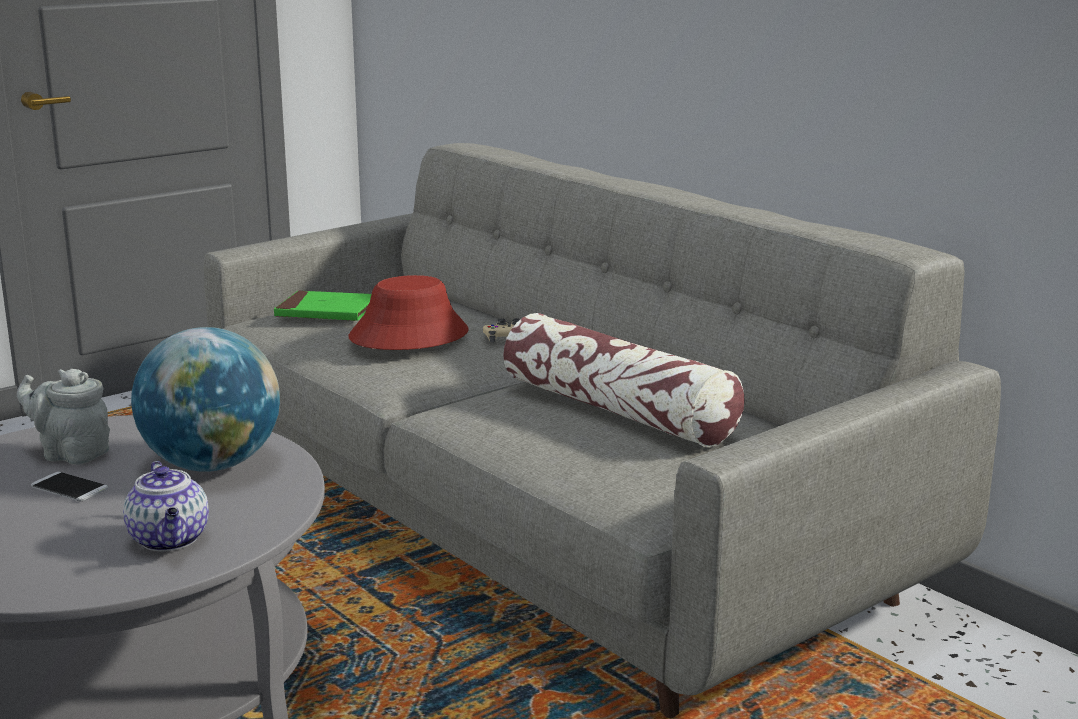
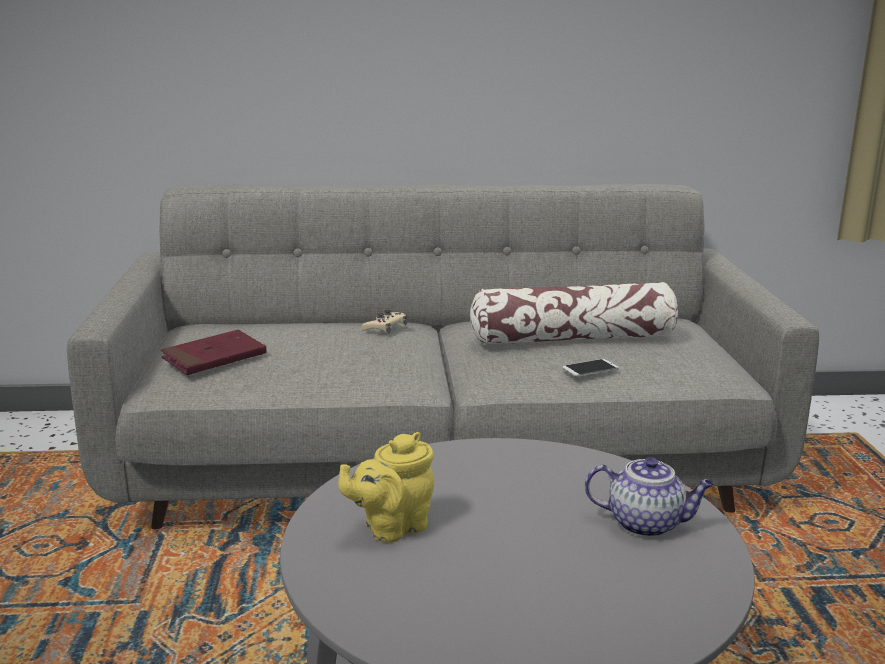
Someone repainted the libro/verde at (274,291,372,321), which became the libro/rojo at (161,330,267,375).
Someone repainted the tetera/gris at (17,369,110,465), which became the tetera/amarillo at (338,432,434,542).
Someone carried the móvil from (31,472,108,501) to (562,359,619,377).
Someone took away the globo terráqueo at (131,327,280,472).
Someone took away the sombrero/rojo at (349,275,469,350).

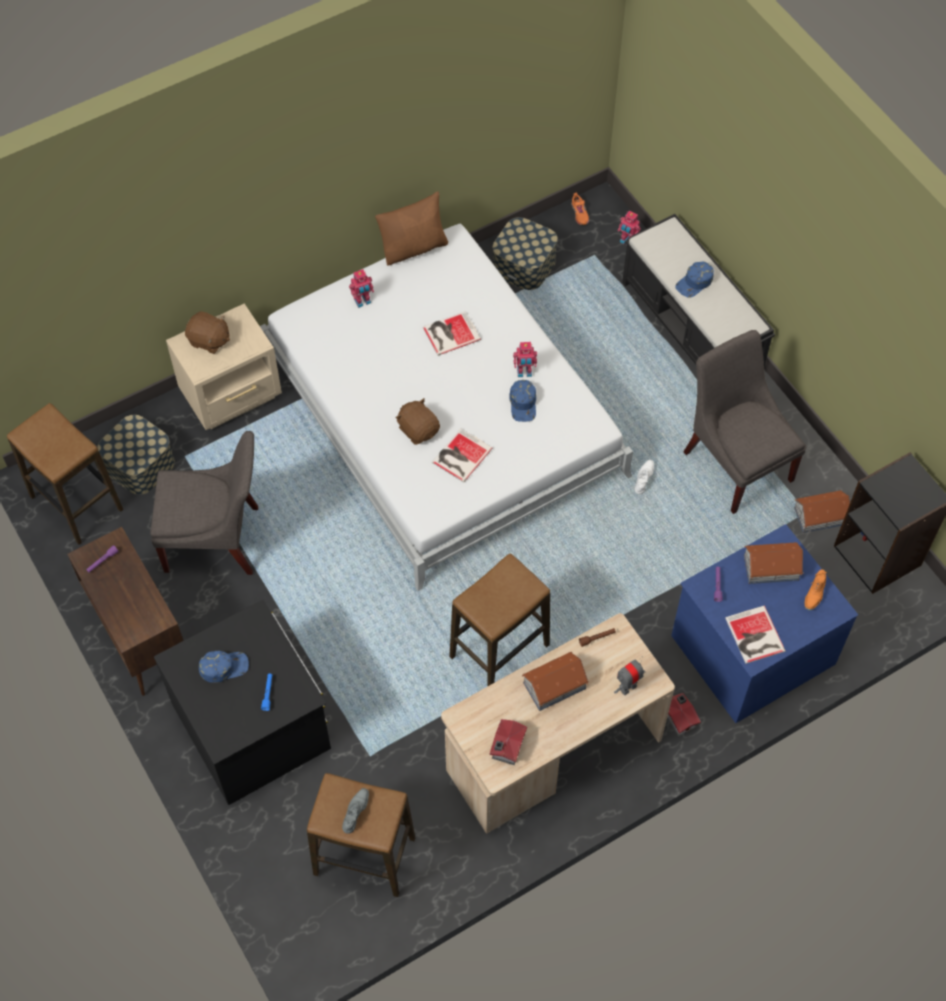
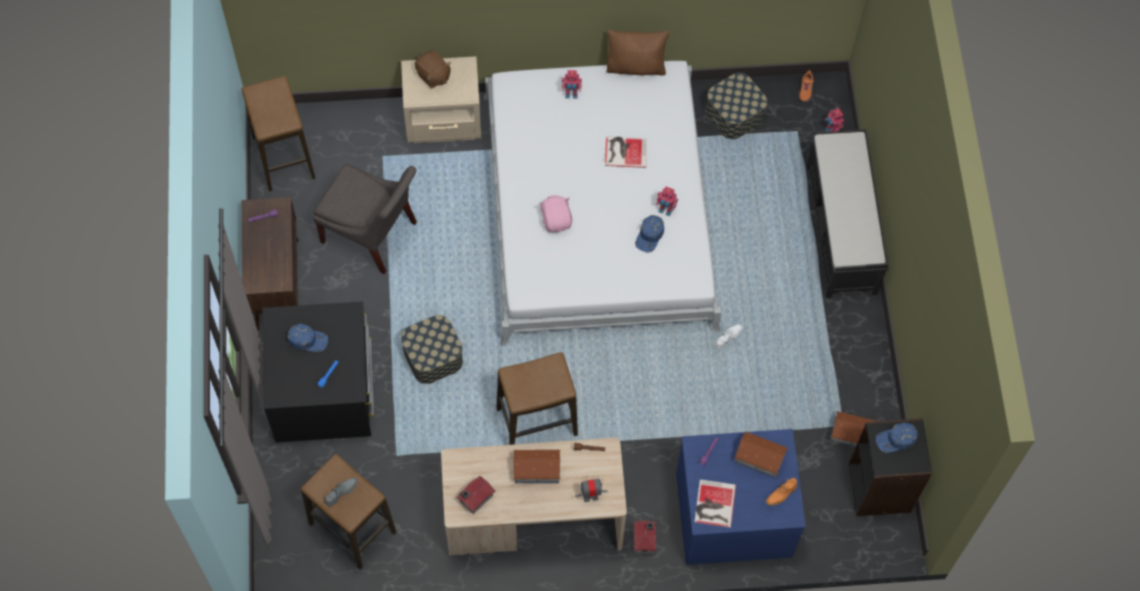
Someone carried the caja de almacenaje from (97,415,175,495) to (401,315,463,384).
Someone repainted the peluche/marrón at (396,398,440,445), which became the peluche/rosa at (539,195,572,232).
Someone carried the gorra/azul from (675,261,714,298) to (876,422,918,453).
Someone took away the libro at (432,428,493,482).
Someone took away the silla/gris at (683,330,806,514).

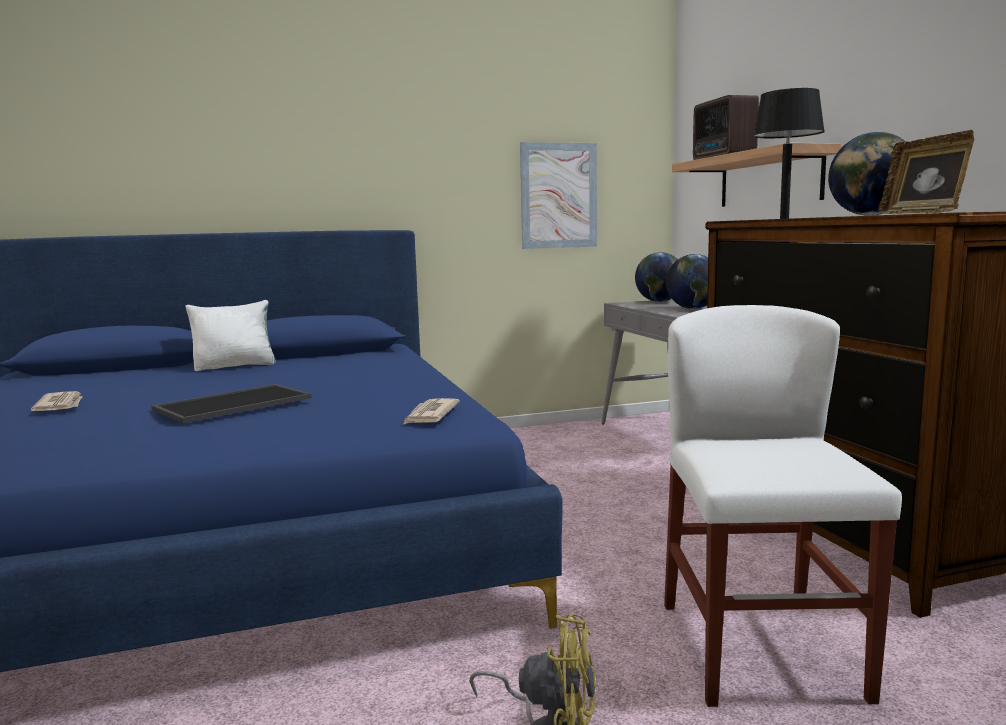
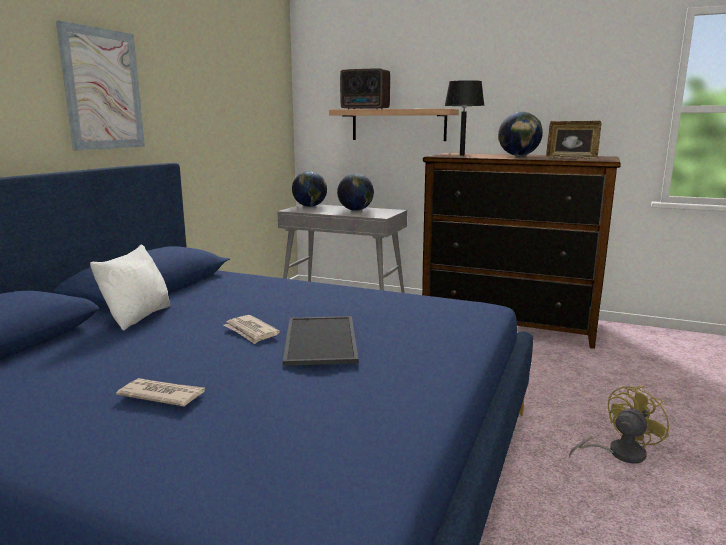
Someone carried the cuadro from (520,142,597,249) to (56,21,145,151).
Someone carried the periódico from (403,398,460,424) to (224,315,280,344).
Someone took away the silla/blanco at (664,305,902,707).

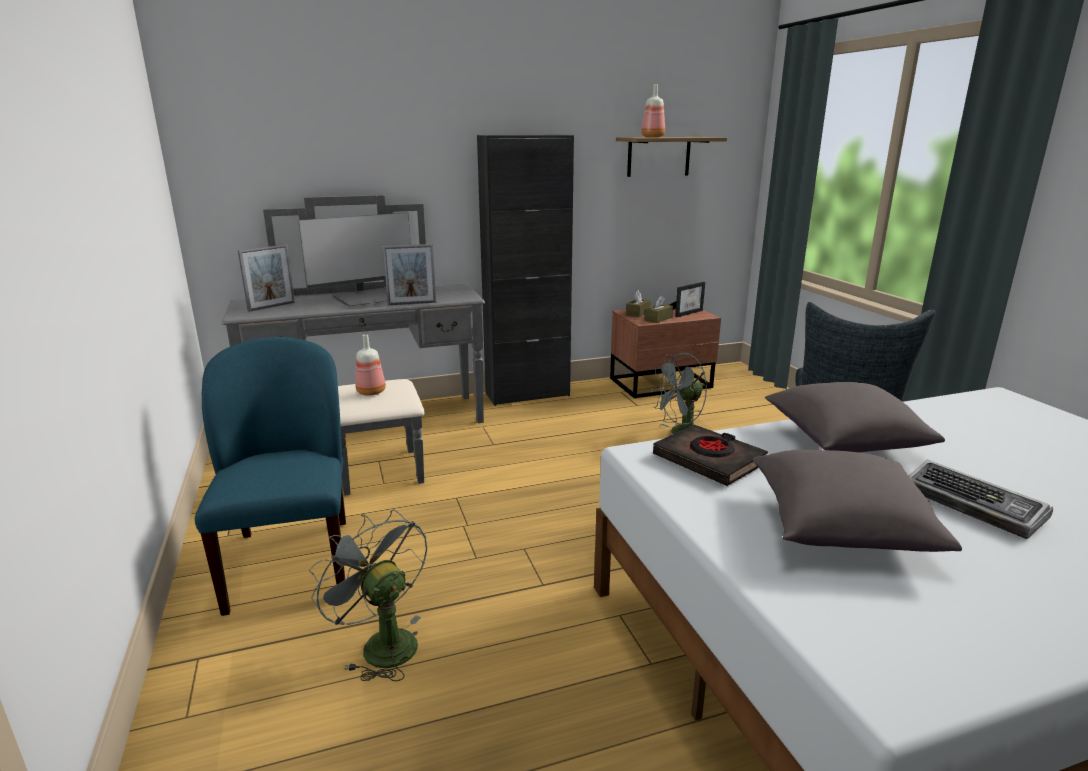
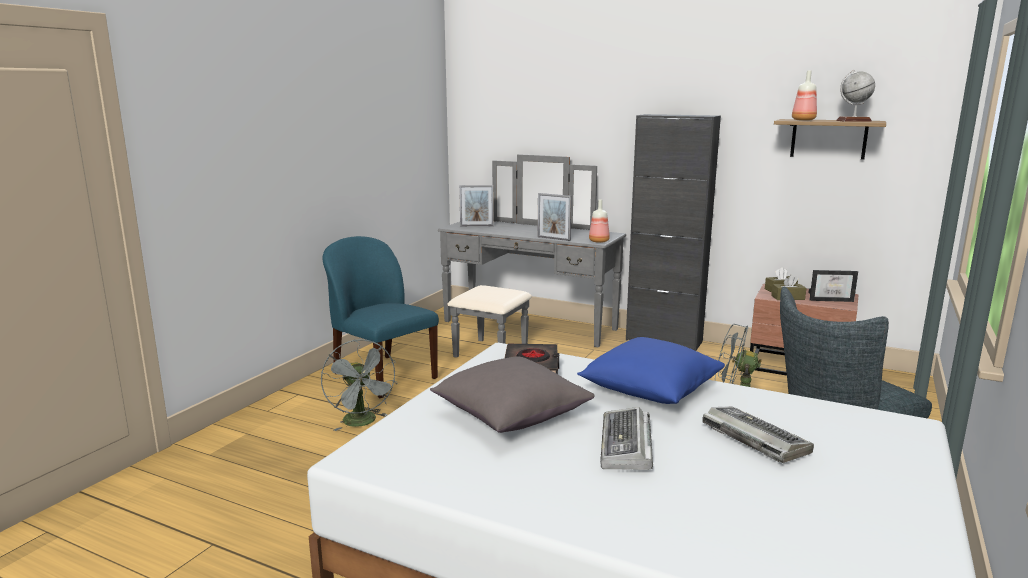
Someone rotated the ventilador/gris at (309,509,427,682) by 150 degrees clockwise.
Someone rotated the silla/azul at (195,337,346,616) by 75 degrees counterclockwise.
Someone repainted the cojín/gris at (765,382,945,452), which became the cojín/azul at (577,337,725,404).
Someone carried the botella from (355,334,386,396) to (589,200,610,243).
Someone put down the teclado at (702,406,814,463).
Someone put down the globo terráqueo at (836,70,875,122).
Someone took away the monitor at (298,212,411,306).

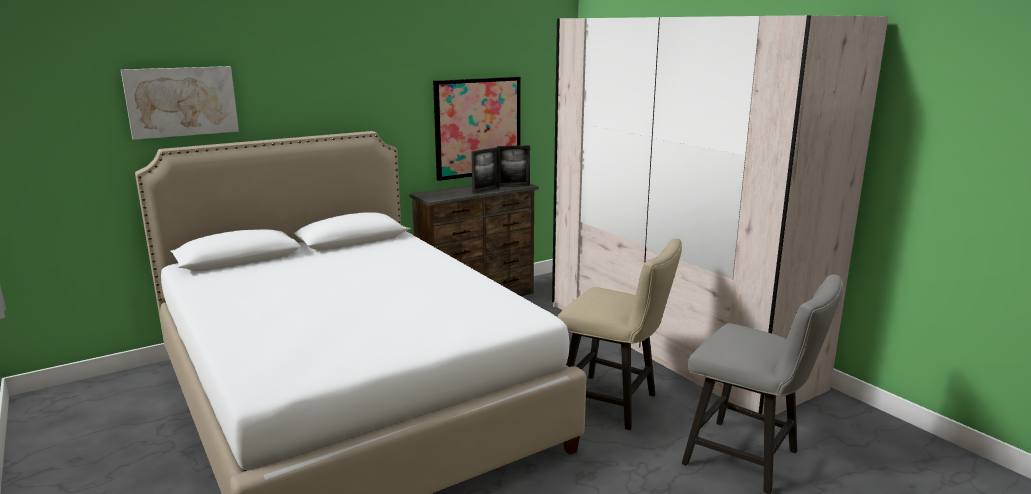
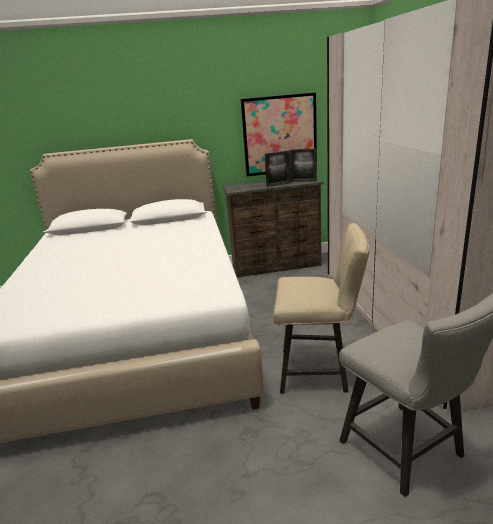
Someone rotated the silla/beis at (557,238,682,430) by 45 degrees counterclockwise.
Someone took away the cuadro at (121,66,239,140).

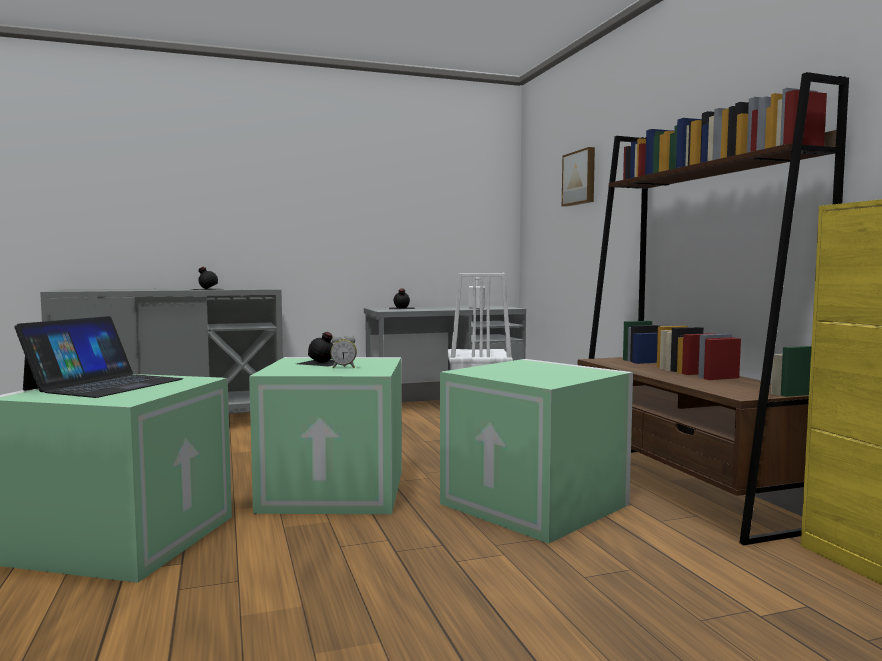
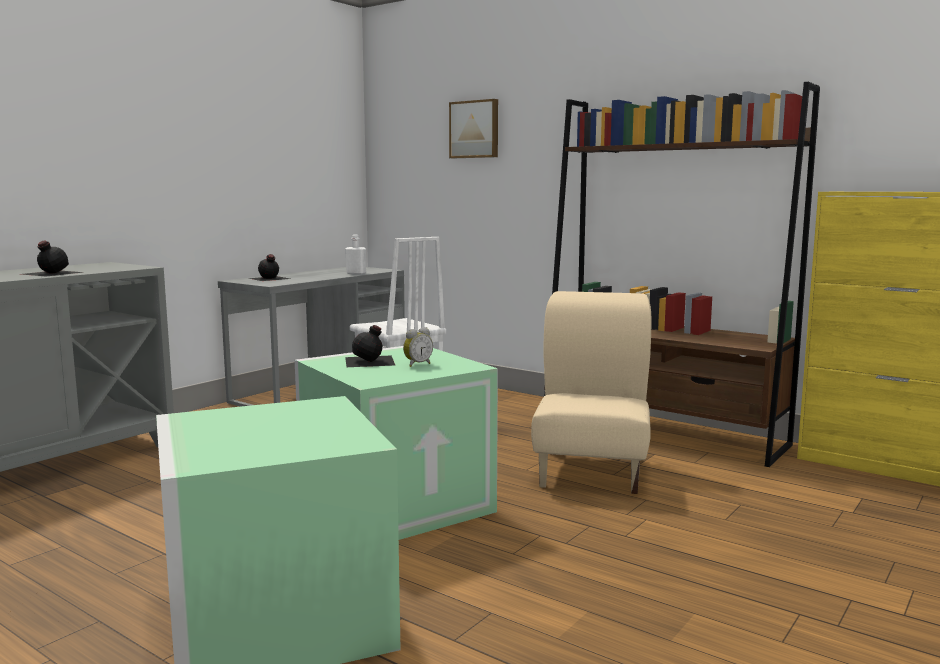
Someone swapped the caja de almacenaje/verde at (440,359,633,544) for the silla/beis at (531,291,652,494).
Someone took away the portátil at (14,316,183,398).

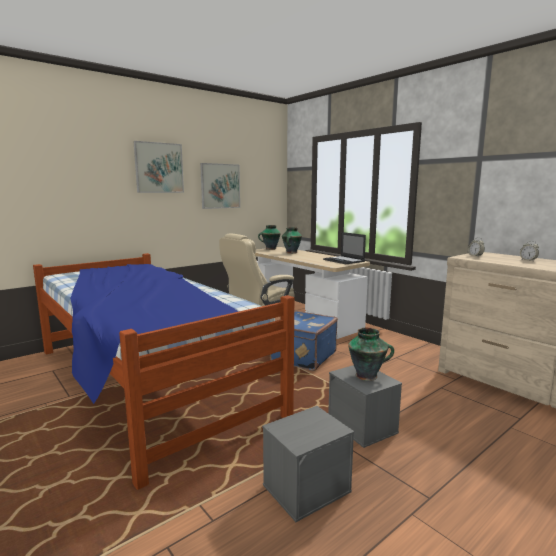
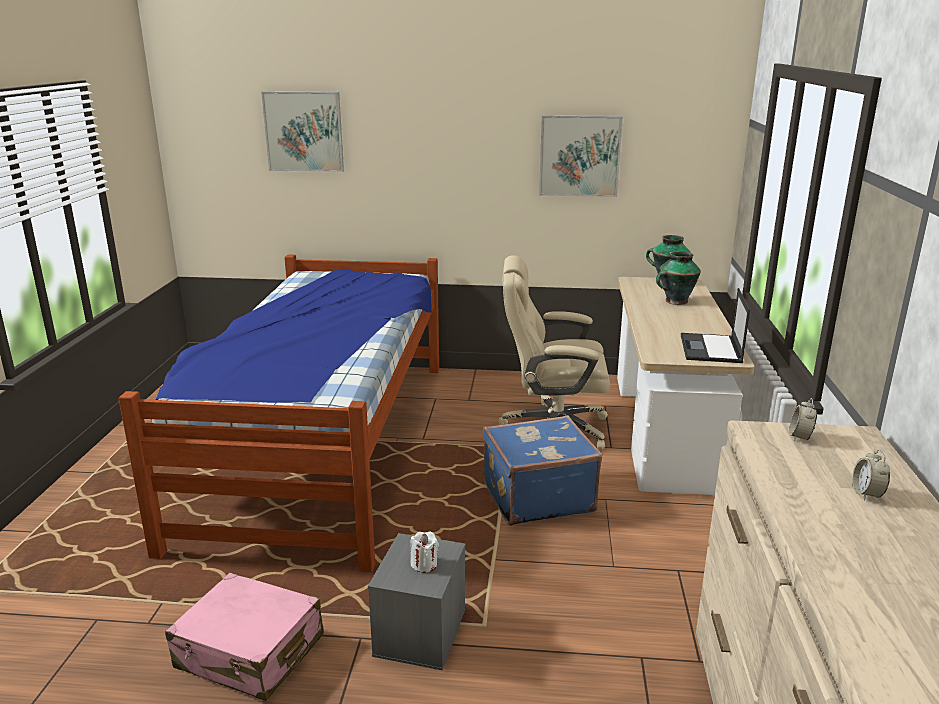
Someone swapped the caja de almacenaje/gris at (262,406,354,522) for the maleta/rosa at (165,573,324,701).
Someone carried the cuadro from (133,141,184,193) to (261,91,344,172).
Someone swapped the florero at (348,328,394,381) for the vela/blanco at (410,531,439,573).

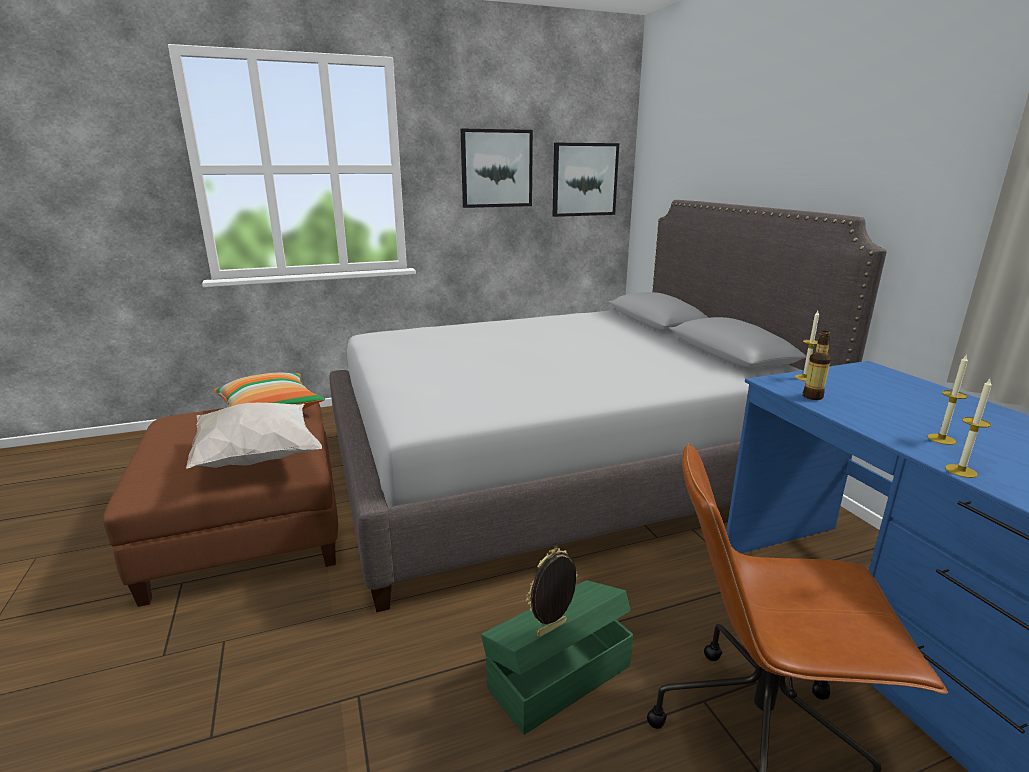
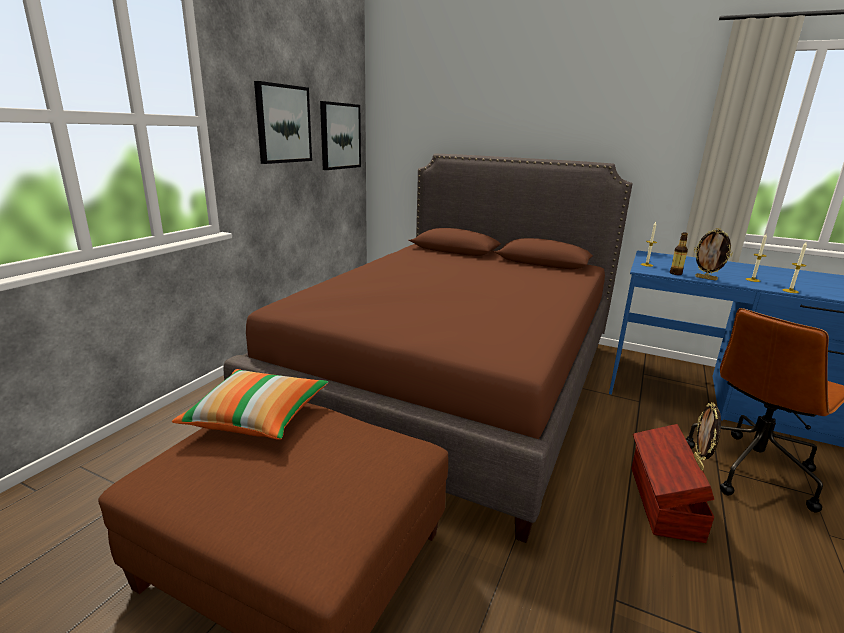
Someone repainted the cama/gris at (330,200,887,612), which became the cama/marrón at (224,154,632,543).
Someone repainted the caja de almacenaje/verde at (481,580,633,735), which became the caja de almacenaje/marrón at (631,424,714,543).
Someone put down the portarretratos at (694,228,733,281).
Someone took away the cojín/blanco at (186,403,322,469).

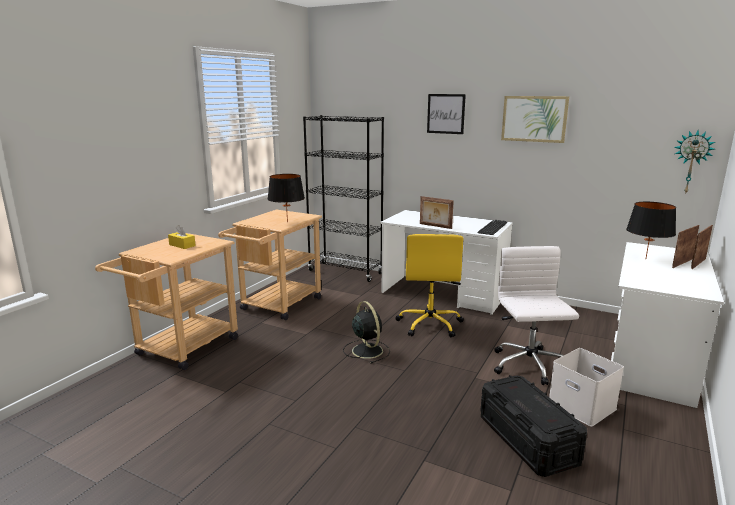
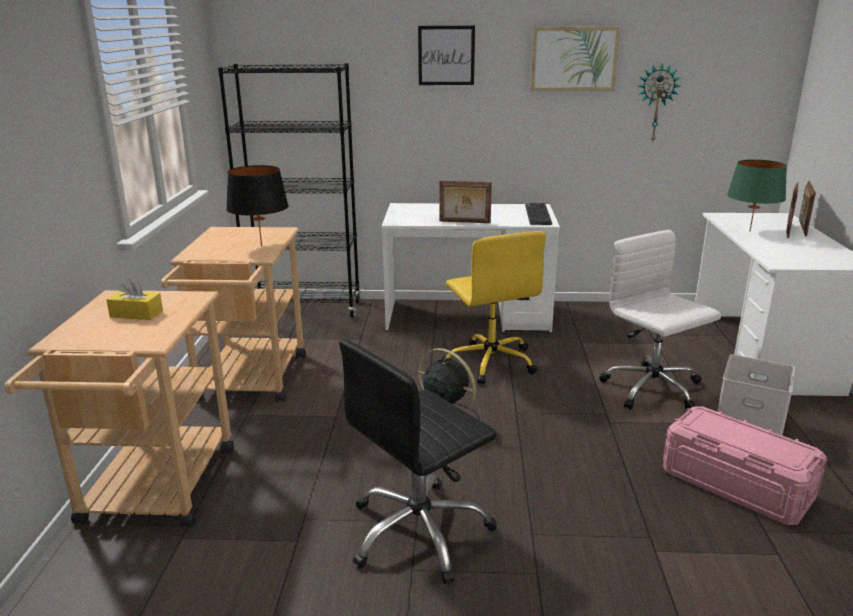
Someone put down the silla de oficina/negro at (339,339,497,584).
Someone carried the reloj de pared from (674,131,715,192) to (638,64,681,141).
Someone repainted the caja de almacenaje/negro at (480,375,587,477), which became the caja de almacenaje/rosa at (663,406,827,525).
Someone repainted the lámpara de mesa/negro at (626,202,676,258), which became the lámpara de mesa/verde at (727,159,787,231).

